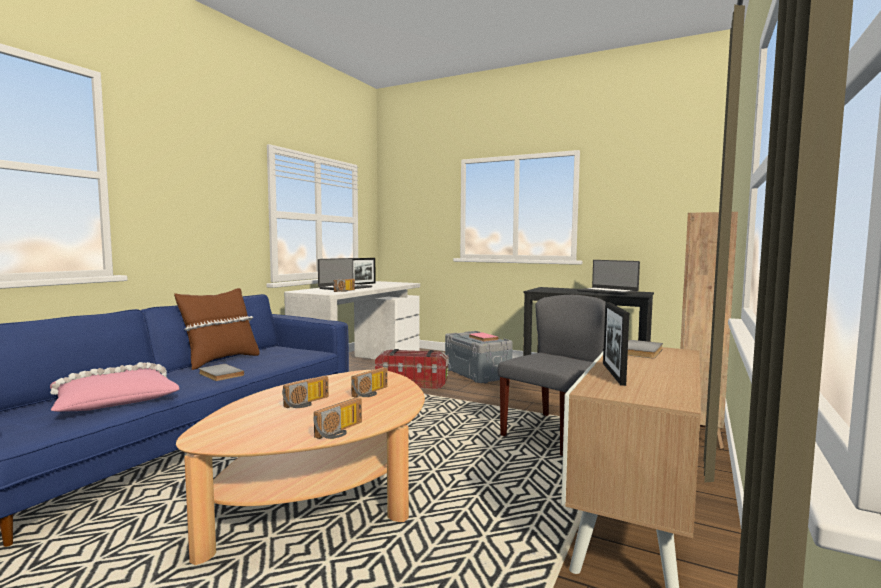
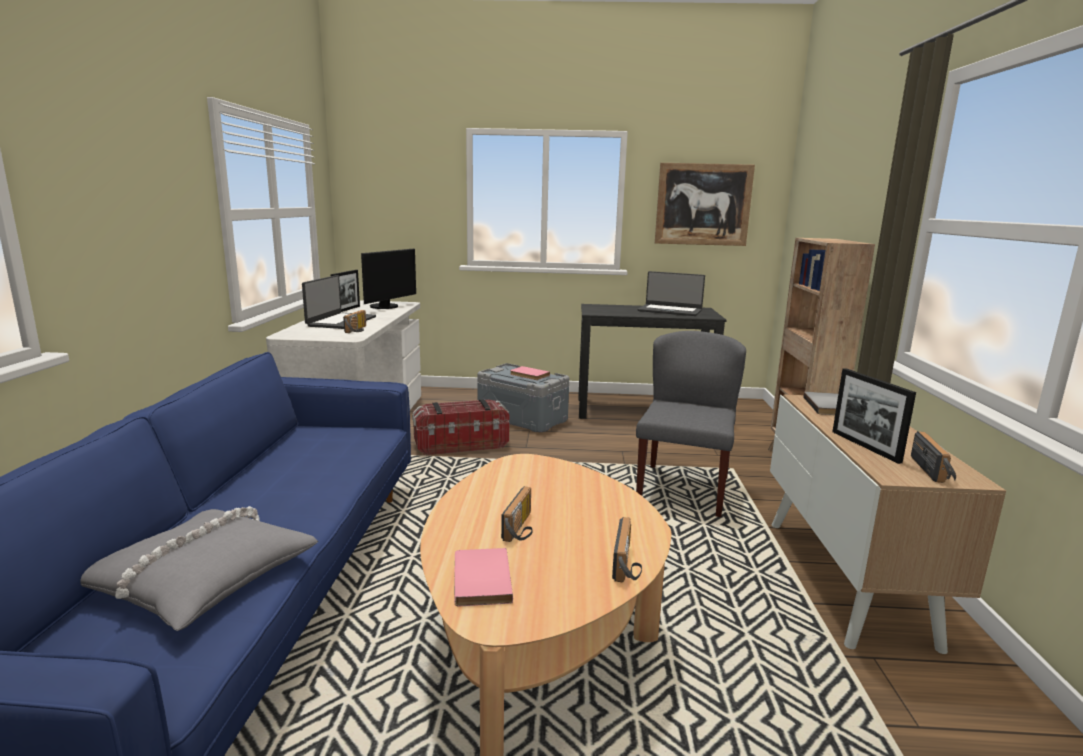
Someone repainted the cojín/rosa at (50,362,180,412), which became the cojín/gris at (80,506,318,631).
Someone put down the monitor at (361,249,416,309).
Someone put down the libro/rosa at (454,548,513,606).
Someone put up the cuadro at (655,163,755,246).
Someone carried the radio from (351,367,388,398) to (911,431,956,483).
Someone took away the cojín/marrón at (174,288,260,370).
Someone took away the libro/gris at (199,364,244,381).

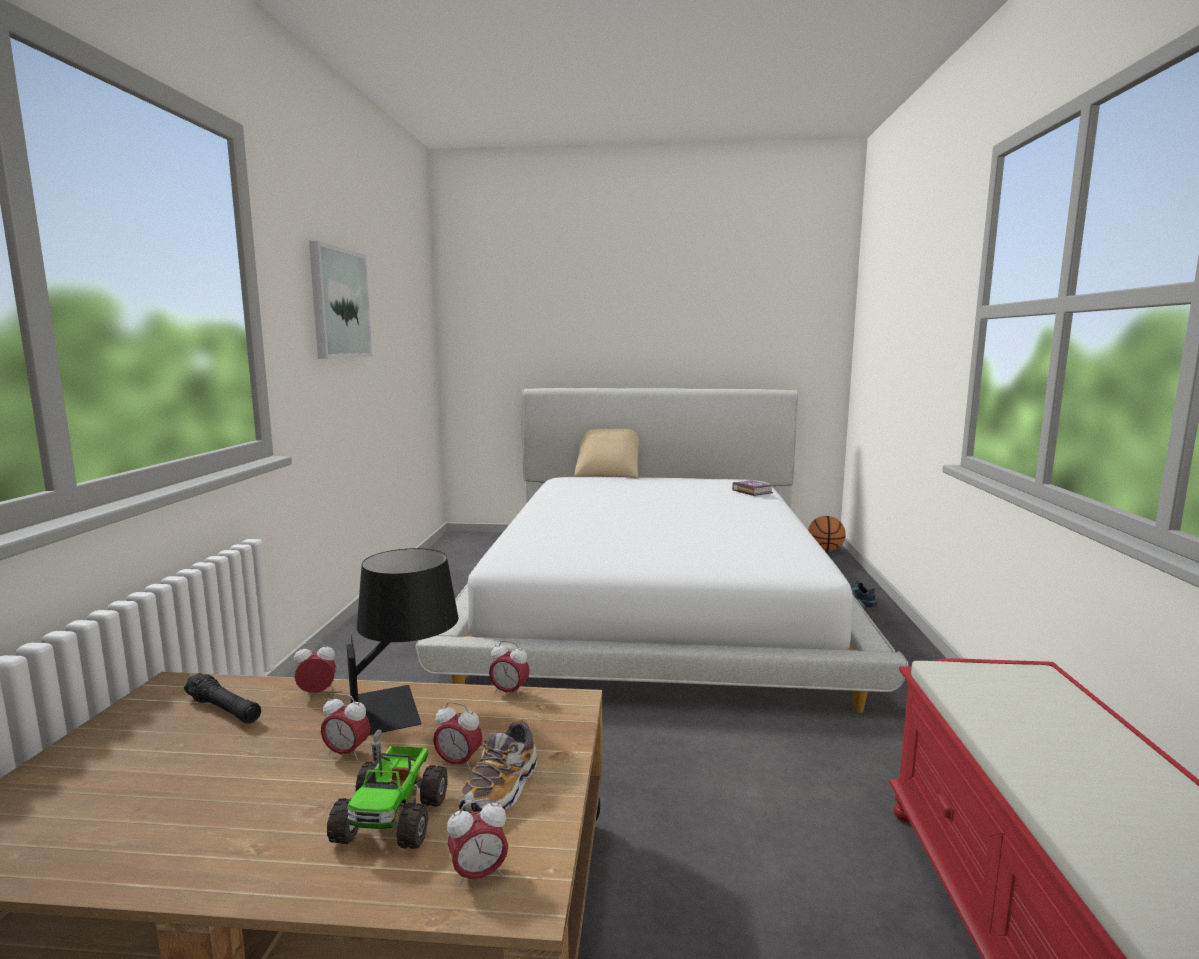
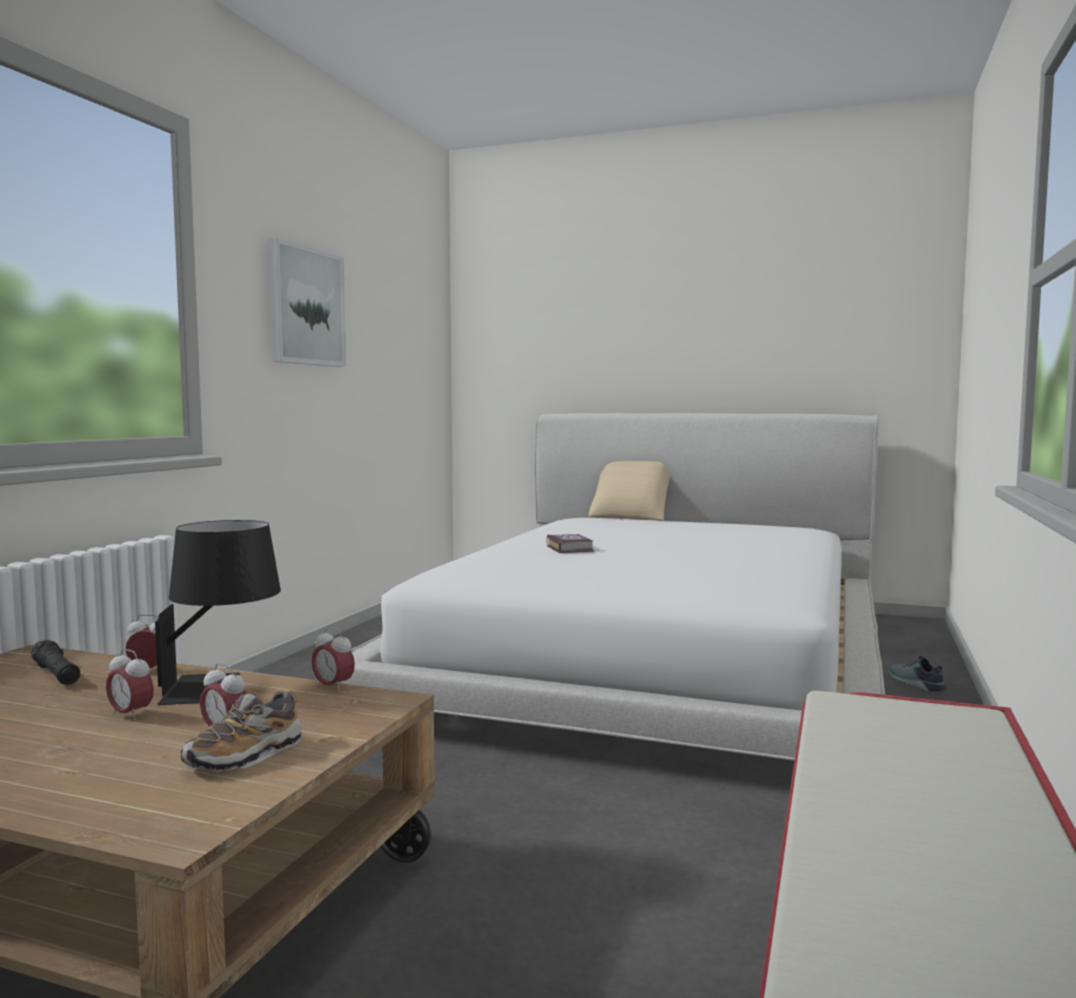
Someone carried the libro from (732,480,773,496) to (546,534,594,553).
Someone took away the camión de juguete at (327,729,448,849).
Someone took away the despertador at (447,798,508,888).
Someone took away the balón de baloncesto at (808,516,846,552).

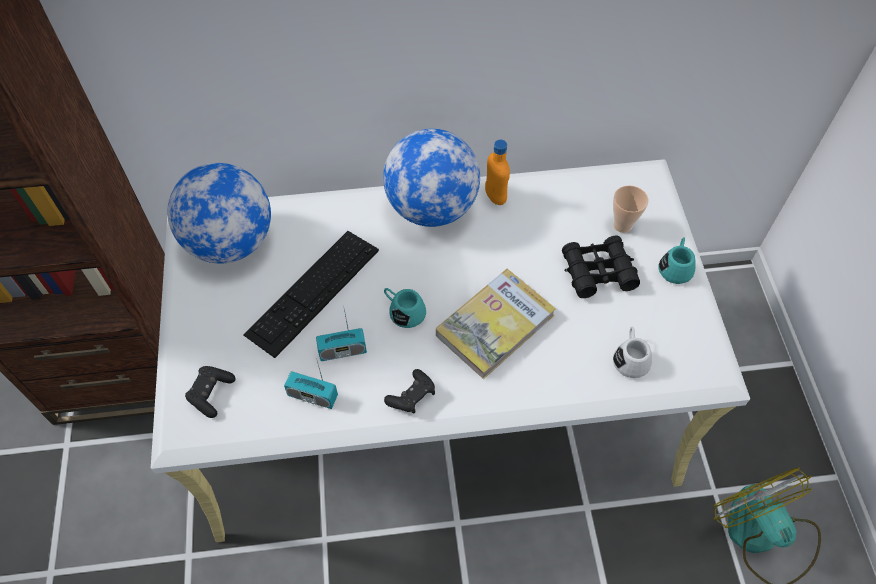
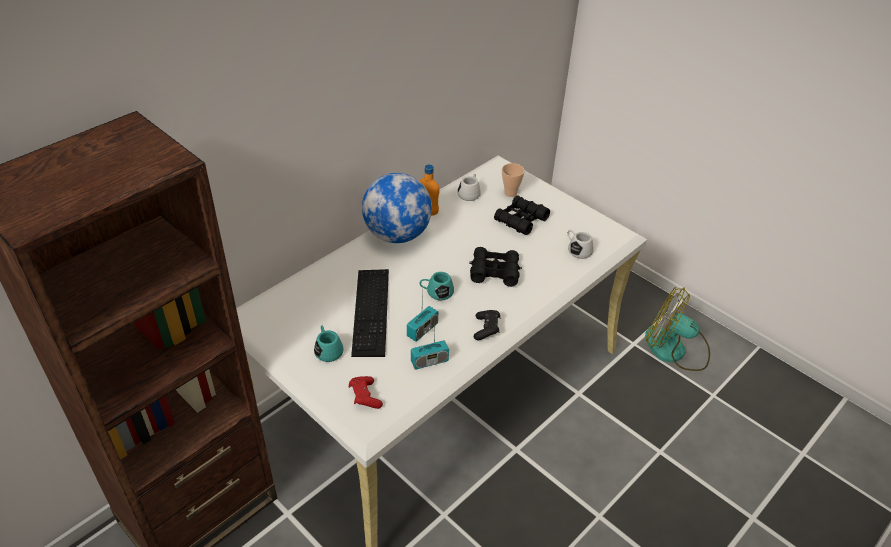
Someone carried the taza grande/turquesa from (659,237,696,284) to (314,325,344,362).
Someone repainted the mando de consola/negro at (185,366,236,418), which became the mando de consola/rojo at (349,376,383,409).
Someone put down the taza grande/blanco at (457,174,481,201).
Someone swapped the libro at (436,269,556,379) for the prismáticos/negro at (469,247,522,287).
Someone took away the globo terráqueo at (167,163,271,263).

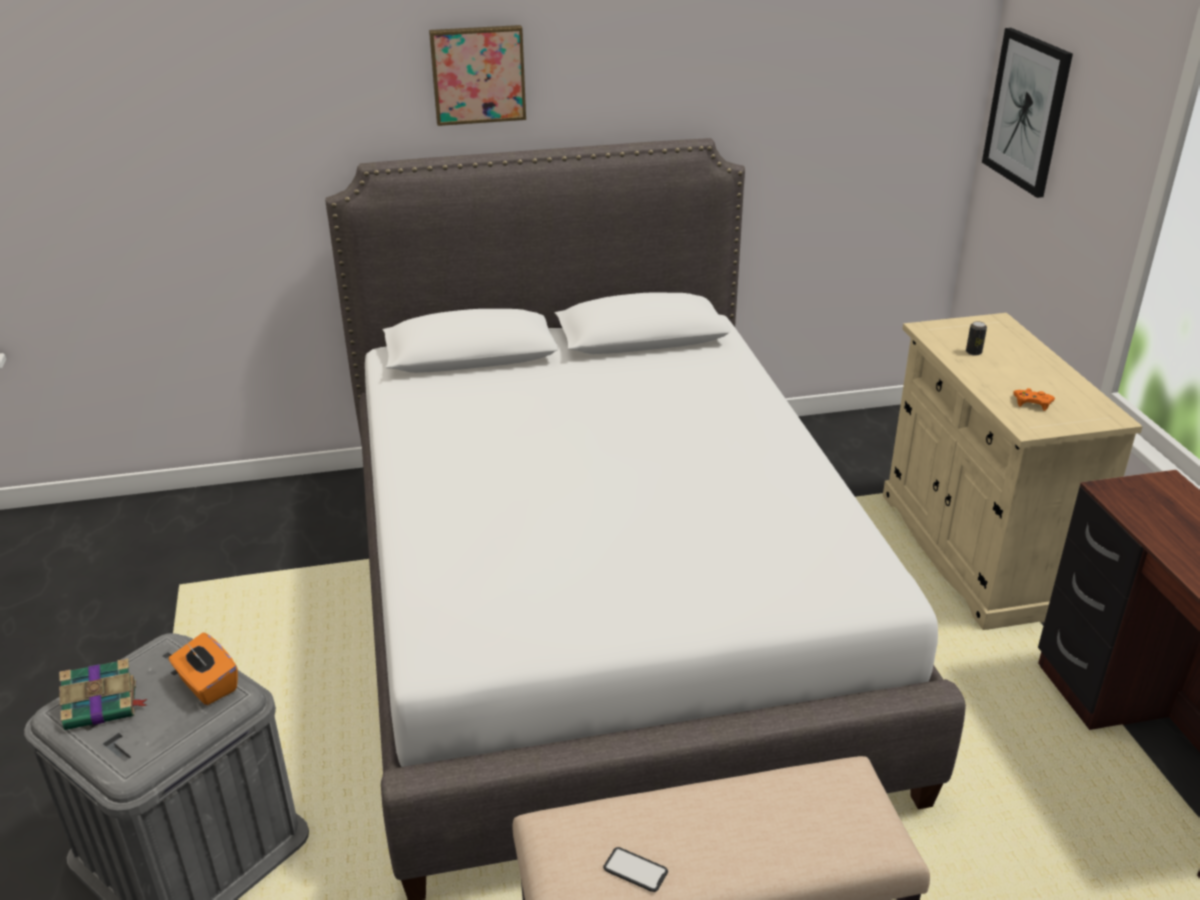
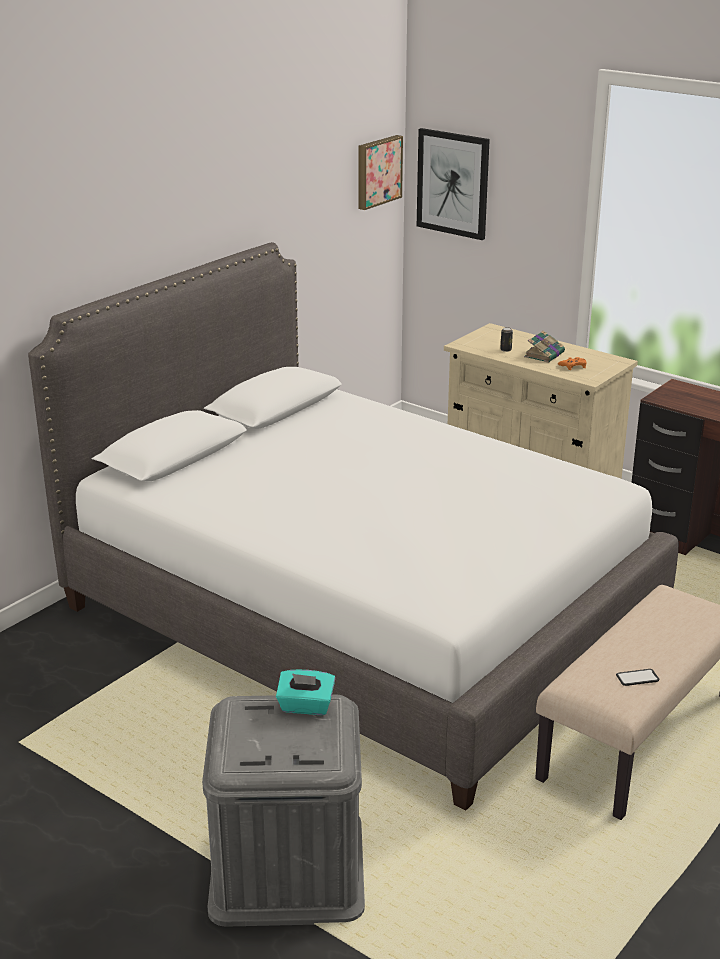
Someone repainted the caja de pañuelos/naranja at (169,633,238,705), which became the caja de pañuelos/turquesa at (276,670,335,715).
Someone carried the cuadro from (429,25,526,126) to (359,135,403,210).
Someone carried the libro from (59,658,148,730) to (524,330,565,363).

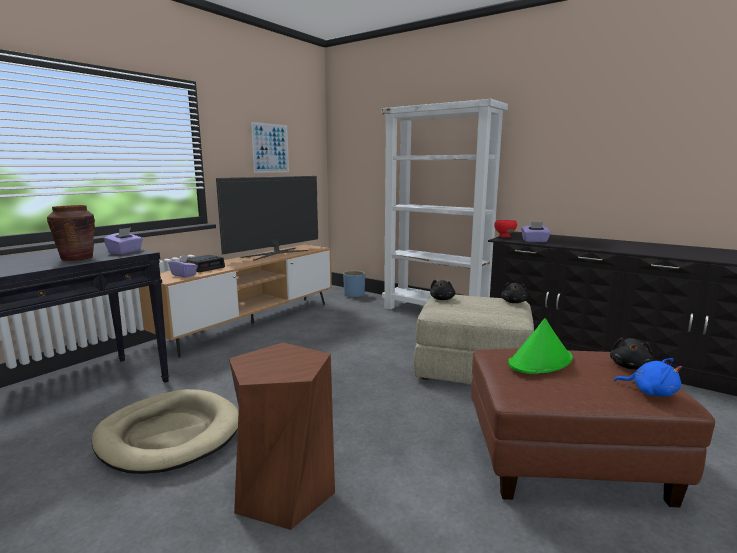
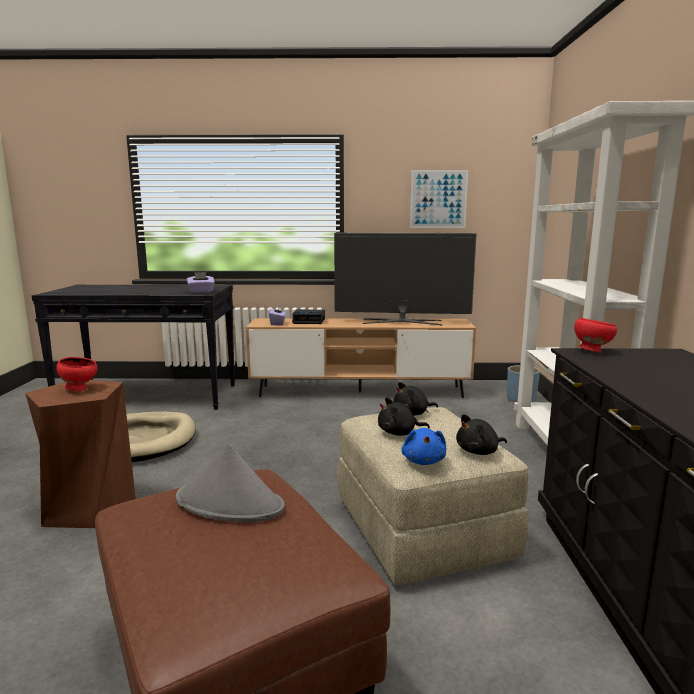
Someone put down the cuenco/rojo at (57,357,97,391).
Someone repainted the sombrero/verde at (508,318,573,374), which became the sombrero/gris at (176,443,285,522).
Someone carried the peluche/negro from (610,338,654,369) to (378,397,430,436).
Someone carried the peluche/azul from (614,358,682,396) to (401,428,446,465).
Someone took away the florero/marrón at (47,205,95,261).
Someone took away the caja de pañuelos/morado at (521,222,551,242).

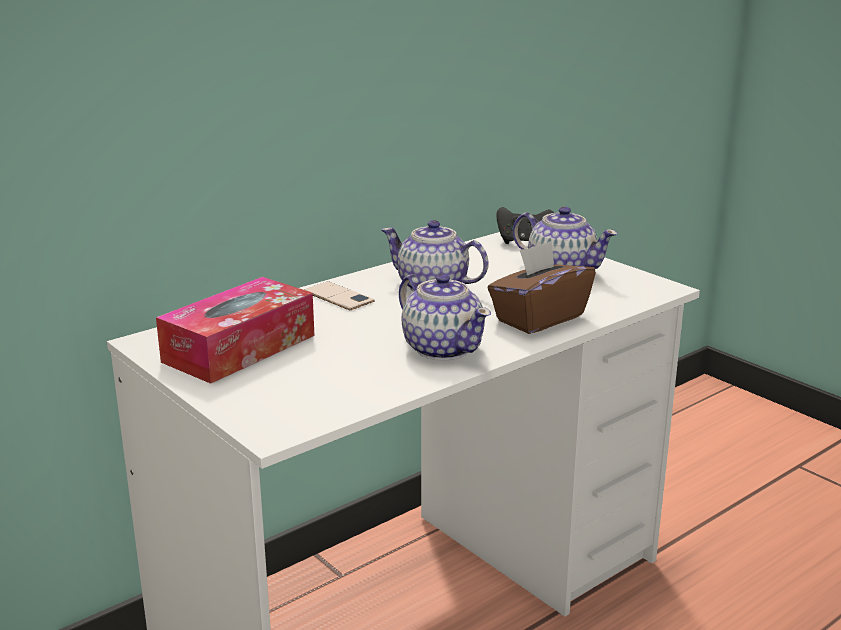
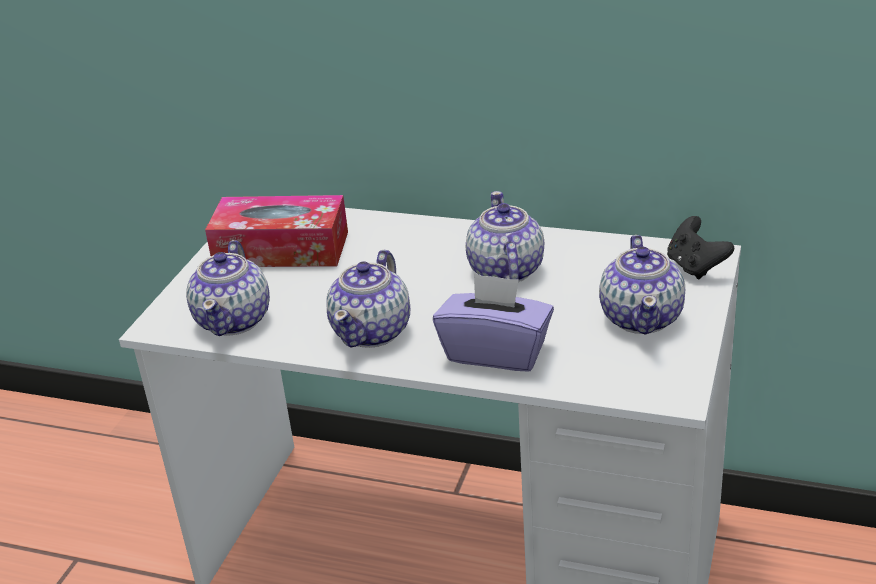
Someone put down the tetera at (186,240,270,336).
Someone repainted the caja de pañuelos/marrón at (488,241,596,334), which became the caja de pañuelos/morado at (433,273,554,372).
Someone took away the móvil at (304,281,375,310).

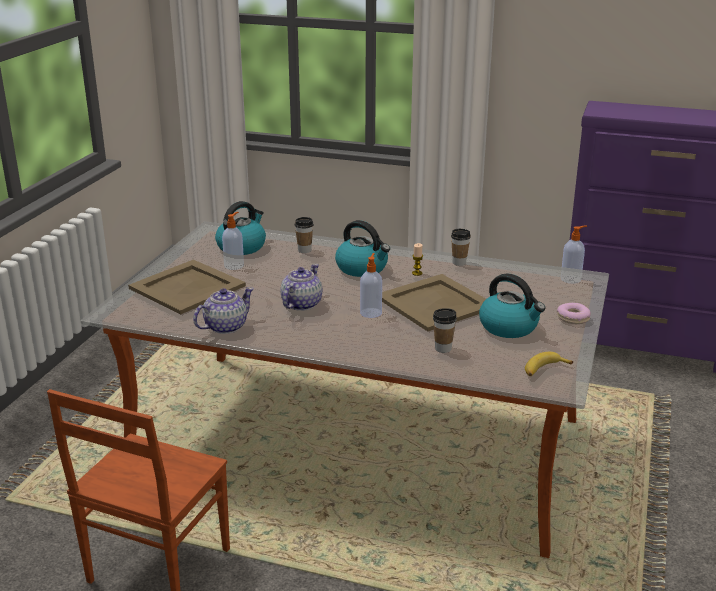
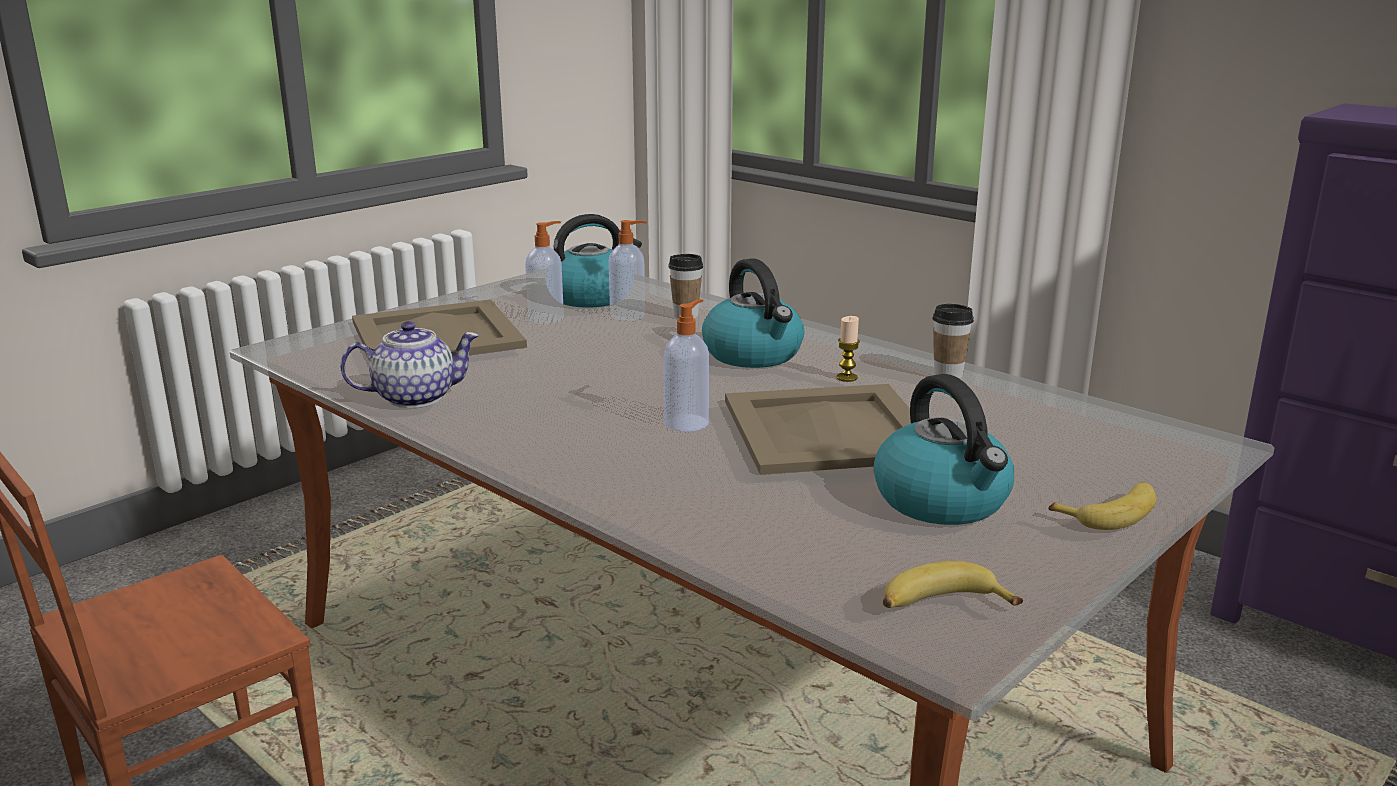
Someone carried the dispensador de jabón from (561,226,587,284) to (609,220,647,321).
Someone swapped the rosquilla at (557,303,591,324) for the plátano at (1048,482,1157,530).
Someone took away the tetera at (280,264,322,311).
Someone took away the taza at (433,308,457,353).

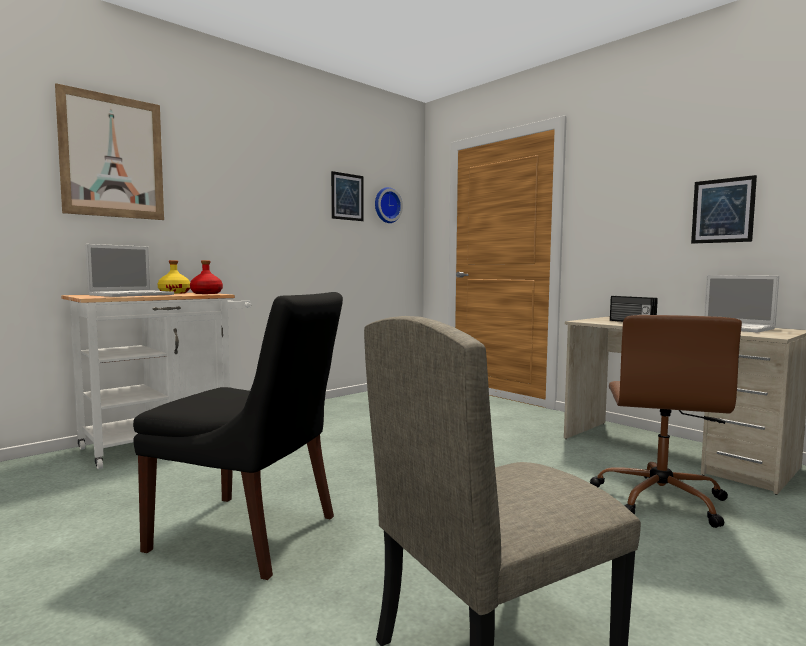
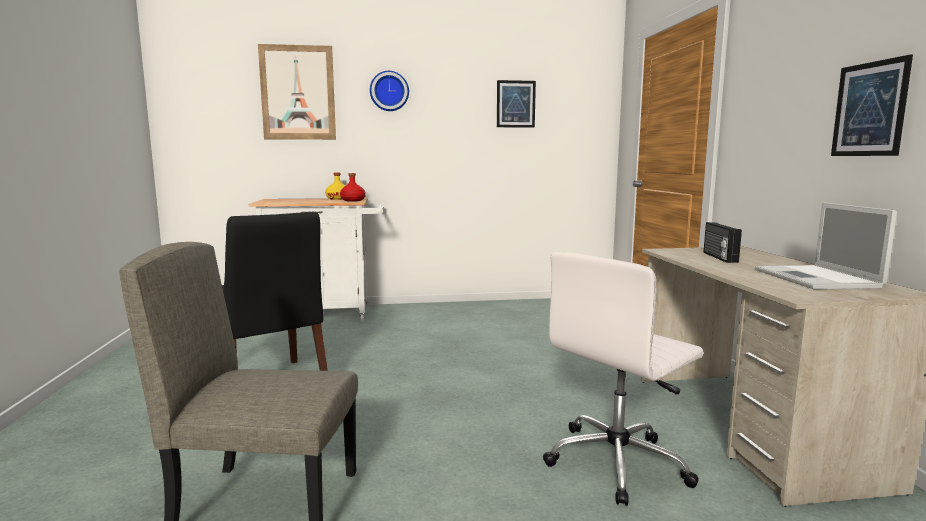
Someone carried the reloj de pared from (375,187,403,223) to (370,71,409,111).
Someone repainted the silla de oficina/marrón at (590,315,742,528), which became the silla de oficina/blanco at (543,252,704,506).
Someone took away the portátil at (85,244,174,297).

